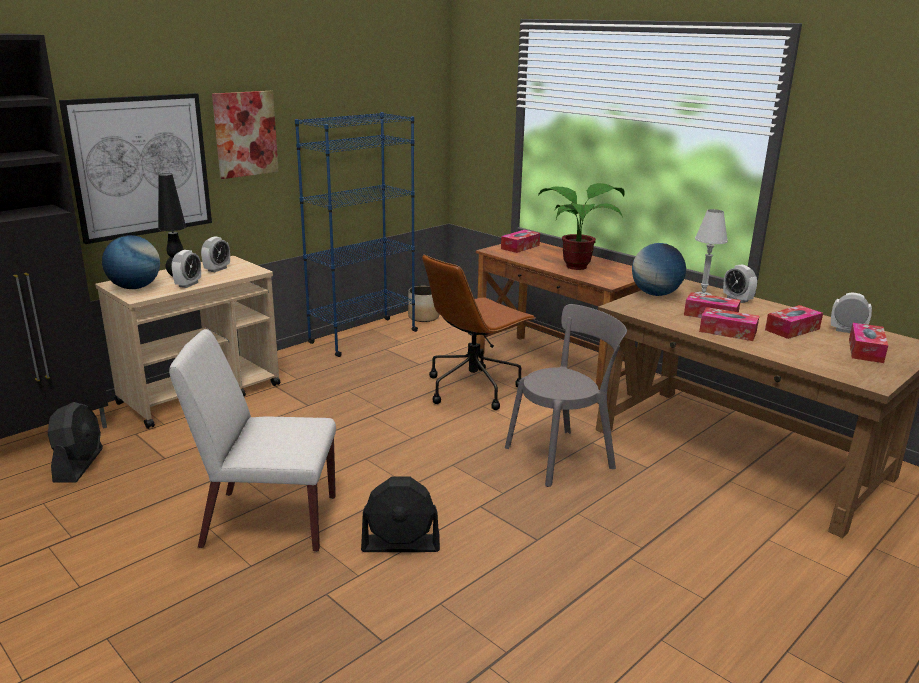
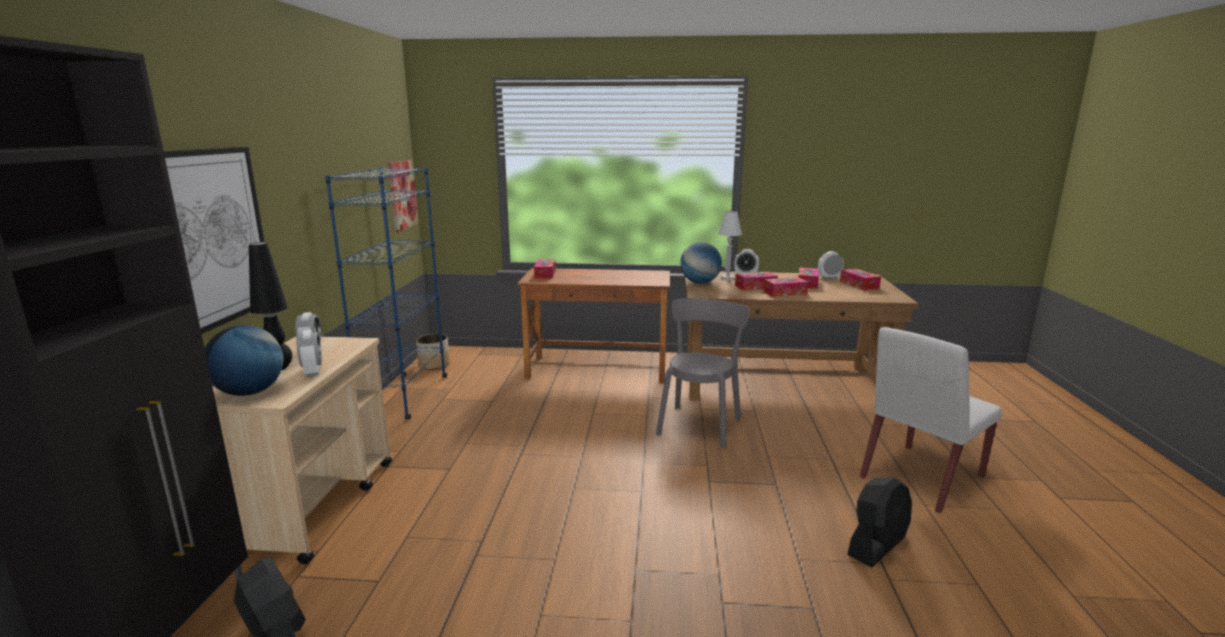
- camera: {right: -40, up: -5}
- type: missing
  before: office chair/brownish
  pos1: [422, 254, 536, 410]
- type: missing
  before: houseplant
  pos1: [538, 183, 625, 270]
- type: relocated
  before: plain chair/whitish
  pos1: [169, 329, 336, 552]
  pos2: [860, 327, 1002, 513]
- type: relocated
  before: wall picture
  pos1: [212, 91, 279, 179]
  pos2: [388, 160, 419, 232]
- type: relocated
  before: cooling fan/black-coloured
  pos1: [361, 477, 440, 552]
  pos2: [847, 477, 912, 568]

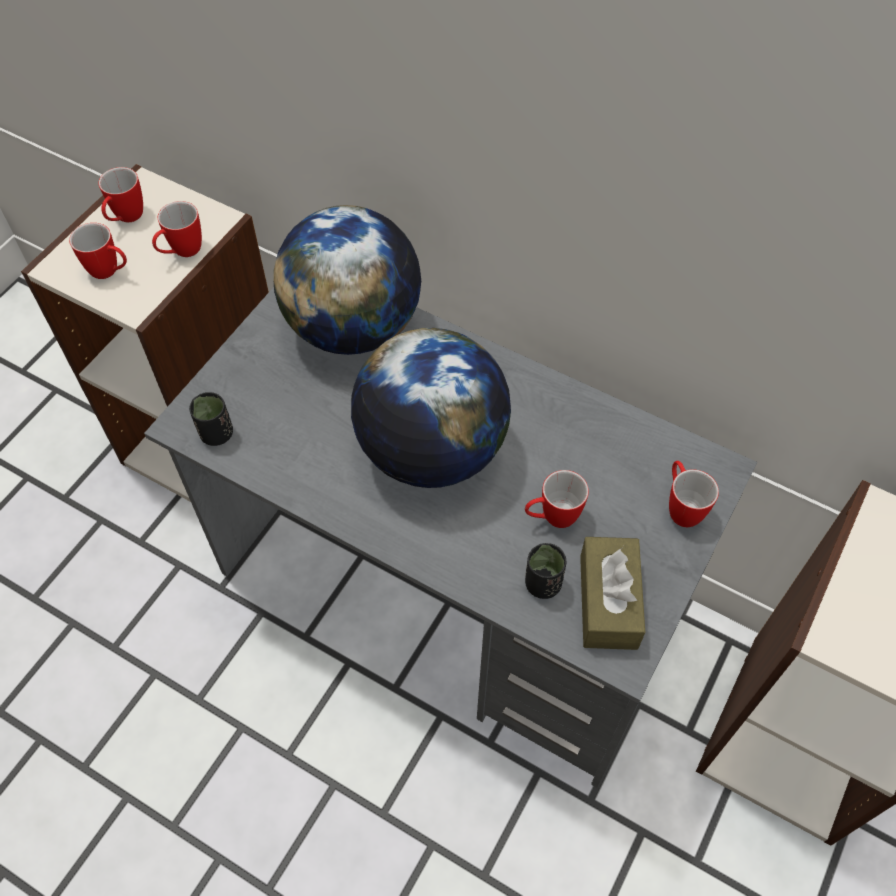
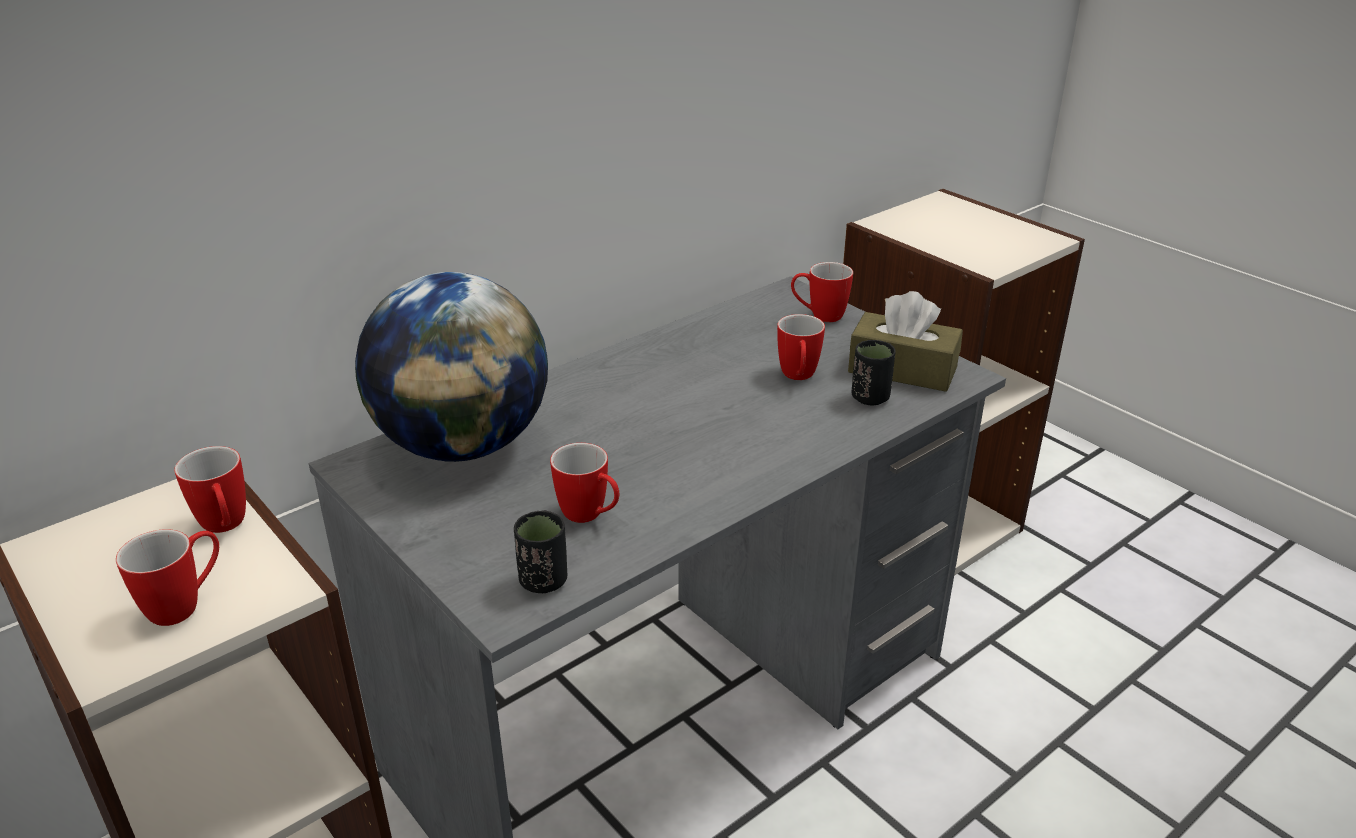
- camera: {right: -70, up: -25}
- type: missing
  before: world globe
  pos1: [351, 328, 511, 488]
- type: relocated
  before: tea mug
  pos1: [98, 167, 143, 222]
  pos2: [550, 443, 619, 523]

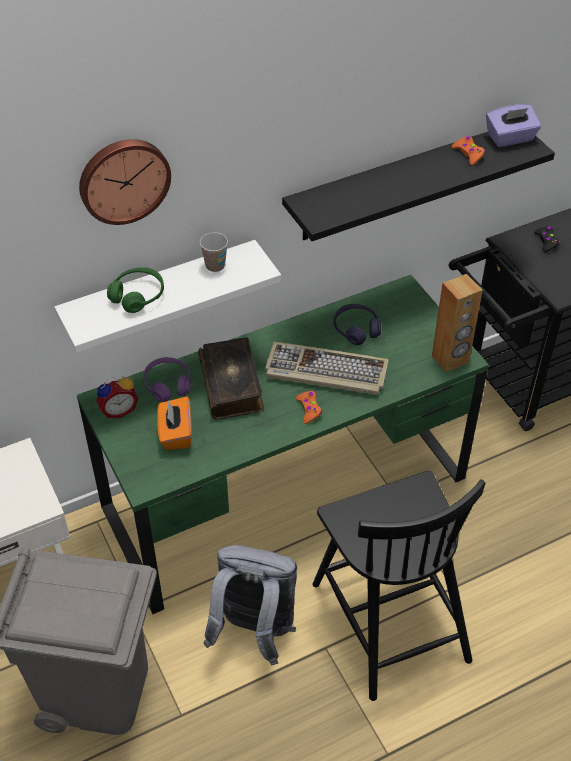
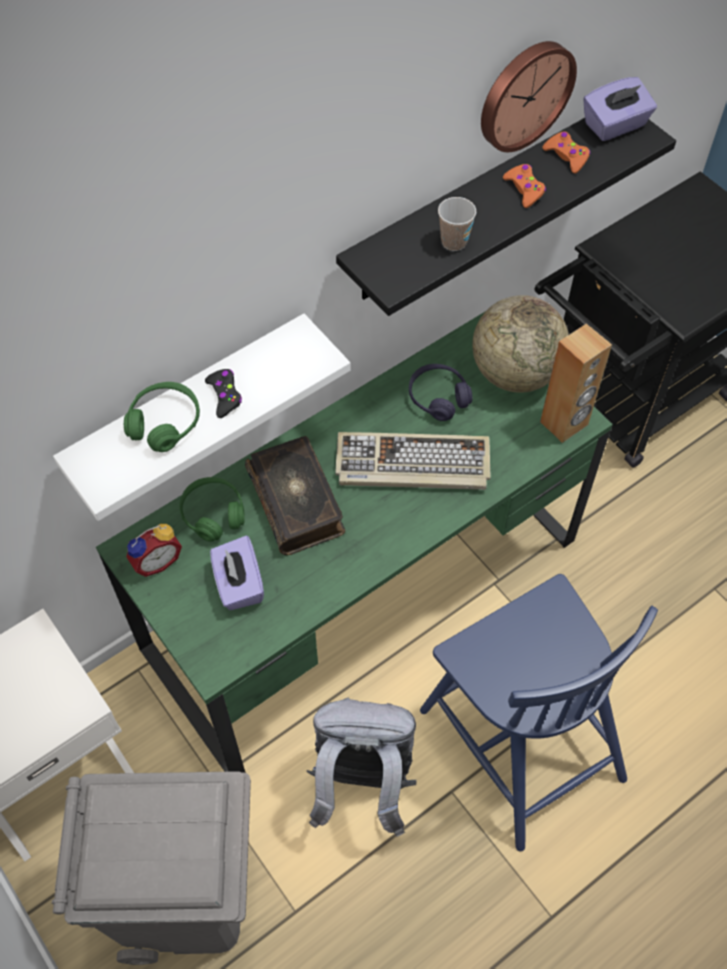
- camera: {right: -10, up: 10}
- type: appeared
  after: world globe
  pos2: [472, 295, 569, 393]
- type: relocated
  before: wall clock
  pos1: [79, 139, 171, 225]
  pos2: [481, 41, 577, 152]
- type: relocated
  before: cup
  pos1: [200, 232, 228, 272]
  pos2: [438, 197, 476, 251]
- type: relocated
  before: game controller/orange
  pos1: [296, 391, 322, 424]
  pos2: [503, 164, 546, 208]
- type: relocated
  before: game controller/black-coloured
  pos1: [534, 226, 560, 252]
  pos2: [205, 369, 242, 418]
- type: colour
  before: headset/purple
  after: headset/greenish
  pos1: [143, 357, 191, 402]
  pos2: [179, 477, 245, 542]
- type: colour
  before: box of tissues/orange
  after: box of tissues/purple
  pos1: [157, 397, 192, 450]
  pos2: [210, 536, 264, 610]
- type: colour
  before: plain chair/black-coloured
  after: plain chair/blue
  pos1: [312, 471, 485, 701]
  pos2: [420, 574, 658, 851]

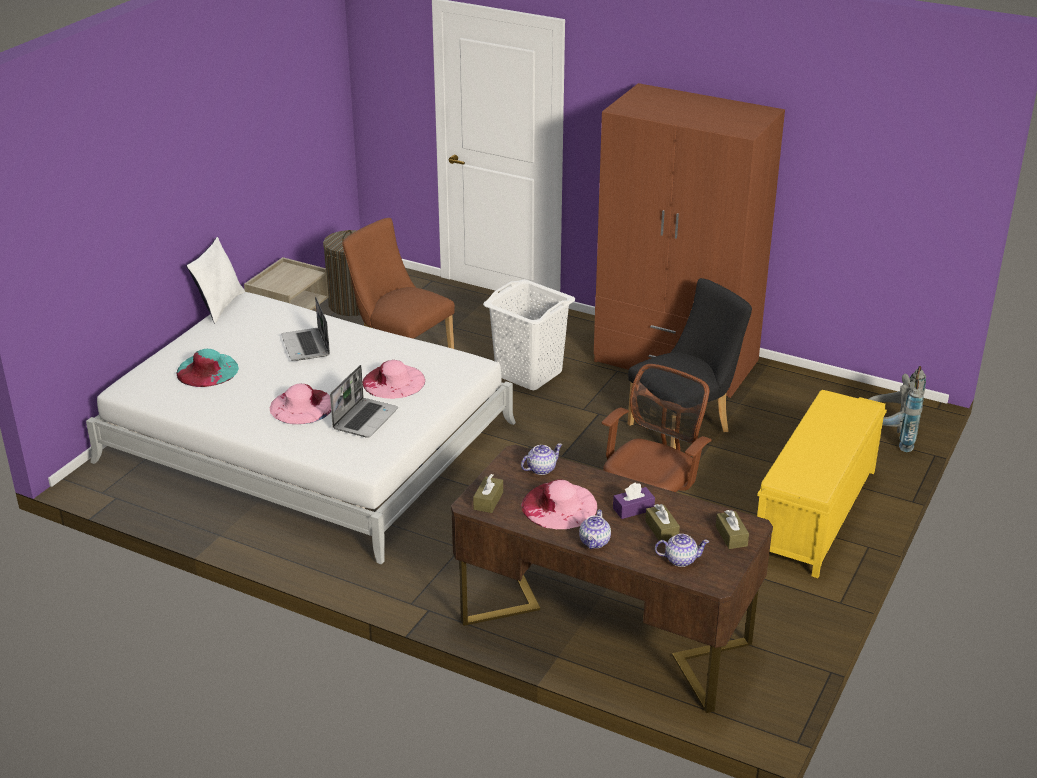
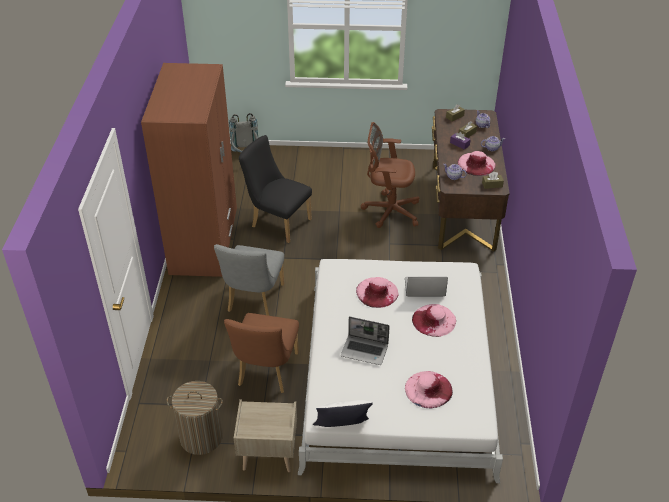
- camera: {right: -115, up: 10}
- type: missing
  before: indoor bench/yellow-coloured
  pos1: [757, 390, 887, 578]
- type: exchanged
  before: laundry basket/whitish
  after: plain chair/grey
  pos1: [483, 279, 575, 391]
  pos2: [214, 244, 284, 316]
- type: colour
  before: clothing hat/turquoise
  after: clothing hat/pinkish
  pos1: [176, 349, 239, 387]
  pos2: [405, 371, 453, 409]
- type: spun
  before: portable computer
  pos1: [281, 296, 330, 361]
  pos2: [341, 317, 390, 365]
  turn: 60

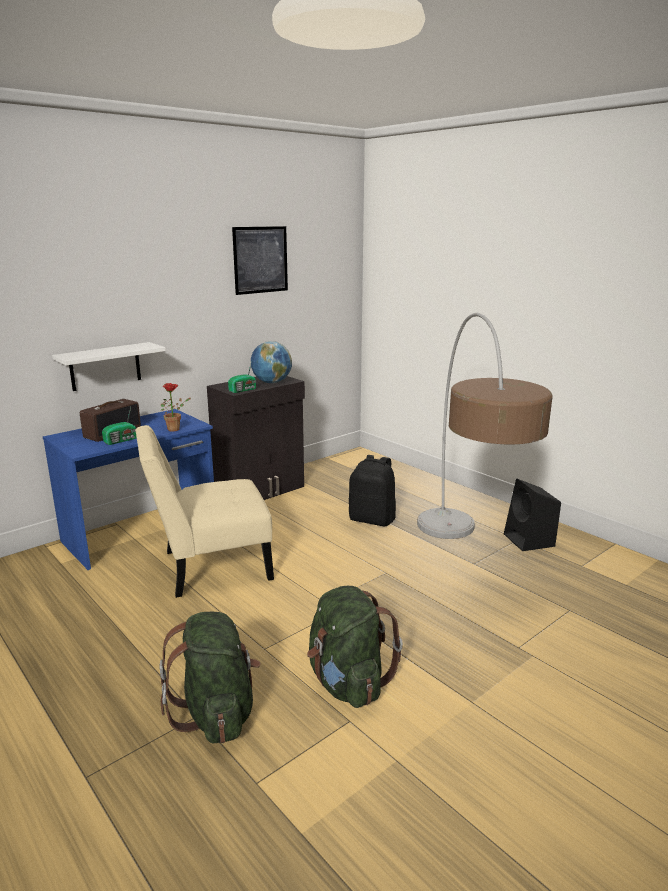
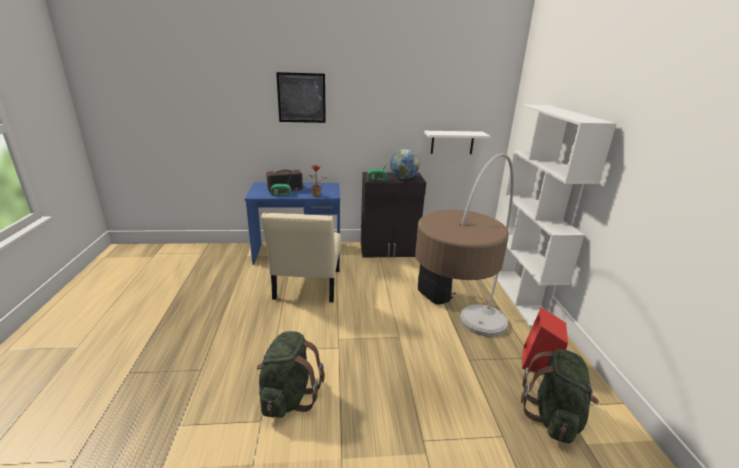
- camera: {right: 35, up: 5}
- type: appeared
  after: shelving unit/whitish
  pos2: [494, 105, 616, 327]
- type: relocated
  before: wall shelf/whitish
  pos1: [52, 342, 166, 391]
  pos2: [424, 131, 490, 154]
- type: relocated
  before: rucksack/greenish
  pos1: [159, 612, 261, 744]
  pos2: [521, 349, 599, 443]
- type: relocated
  before: wall picture
  pos1: [232, 226, 288, 295]
  pos2: [276, 72, 326, 123]
- type: colour
  before: loudspeaker/black-coloured
  after: loudspeaker/red
  pos1: [504, 479, 561, 551]
  pos2: [522, 307, 568, 375]
- type: spun
  before: plain chair/beige-coloured
  pos1: [136, 425, 274, 598]
  pos2: [261, 213, 341, 302]
  turn: -105

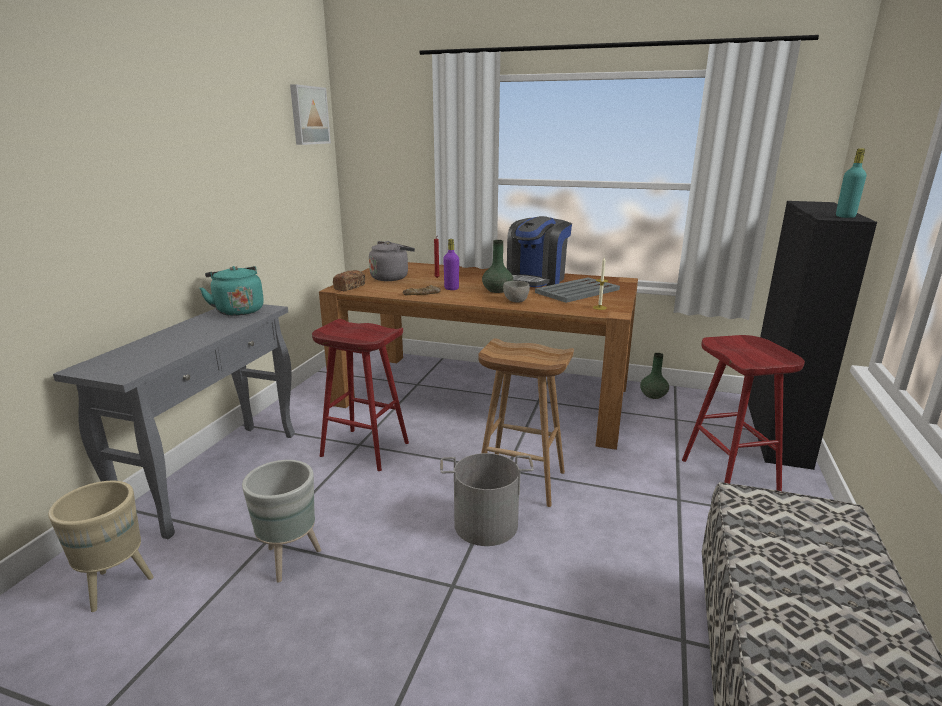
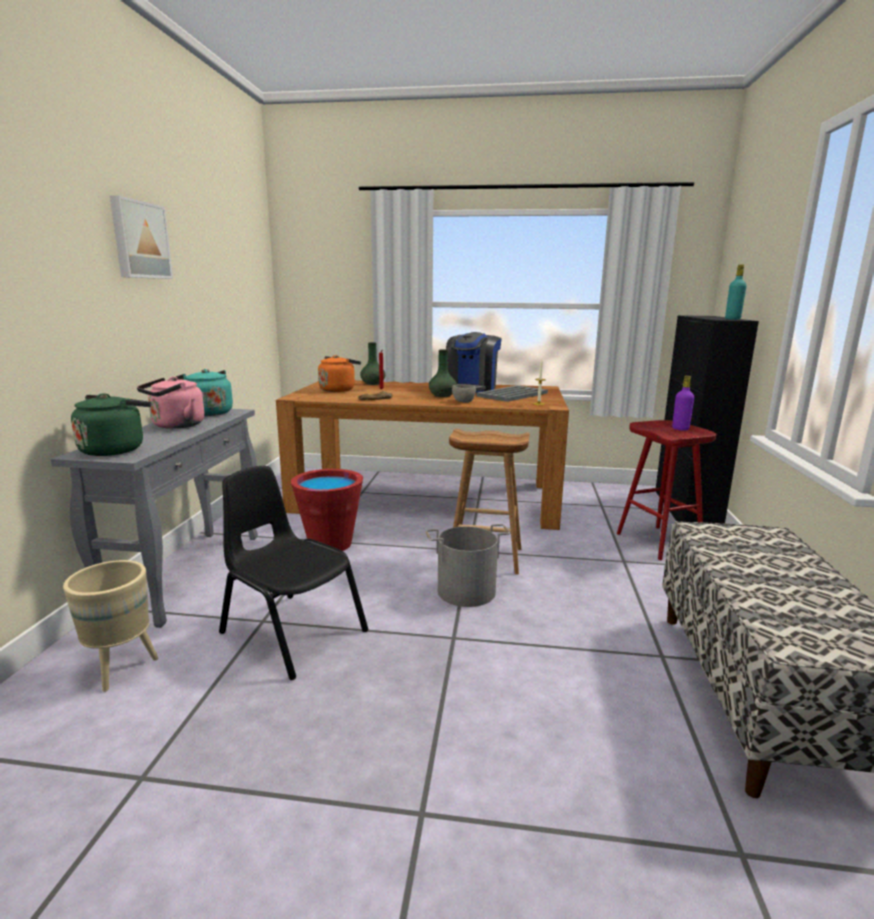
- camera: {right: -10, up: -5}
- type: missing
  before: baked bread
  pos1: [333, 270, 365, 291]
- type: appeared
  after: kettle/greenish
  pos2: [71, 393, 152, 456]
- type: appeared
  after: kettle/pinkish
  pos2: [137, 377, 205, 429]
- type: relocated
  before: wall picture
  pos1: [290, 84, 331, 145]
  pos2: [110, 195, 173, 279]
- type: relocated
  before: drink bottle/purple
  pos1: [443, 239, 459, 290]
  pos2: [672, 376, 695, 430]
- type: relocated
  before: flower vase/greenish
  pos1: [640, 353, 669, 399]
  pos2: [360, 342, 385, 385]
- type: exchanged
  before: plant pot/grey
  after: plain chair/black-coloured
  pos1: [242, 460, 321, 583]
  pos2: [219, 466, 368, 680]
- type: exchanged
  before: stool/red
  after: water bucket/red
  pos1: [312, 319, 409, 471]
  pos2: [291, 469, 363, 551]
- type: colour
  before: kettle/grey
  after: kettle/orange
  pos1: [369, 241, 415, 281]
  pos2: [318, 355, 361, 392]

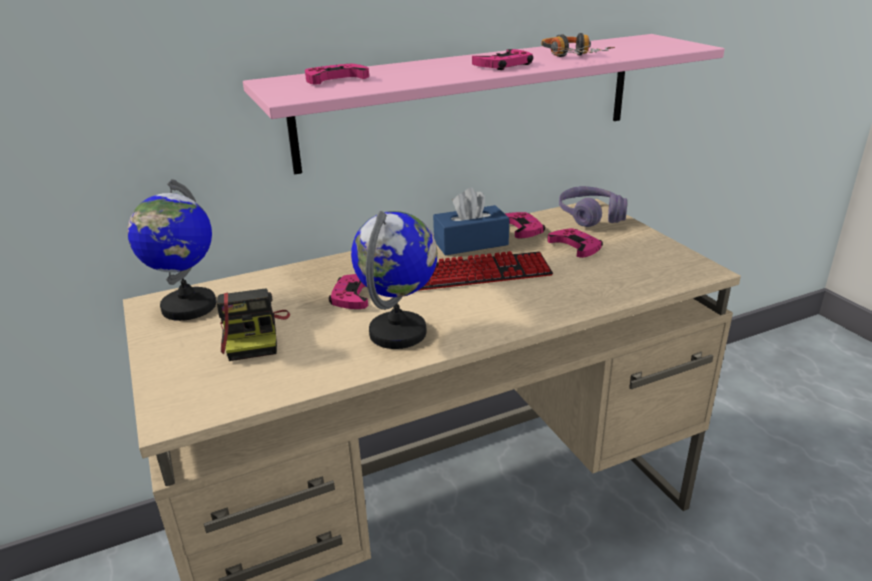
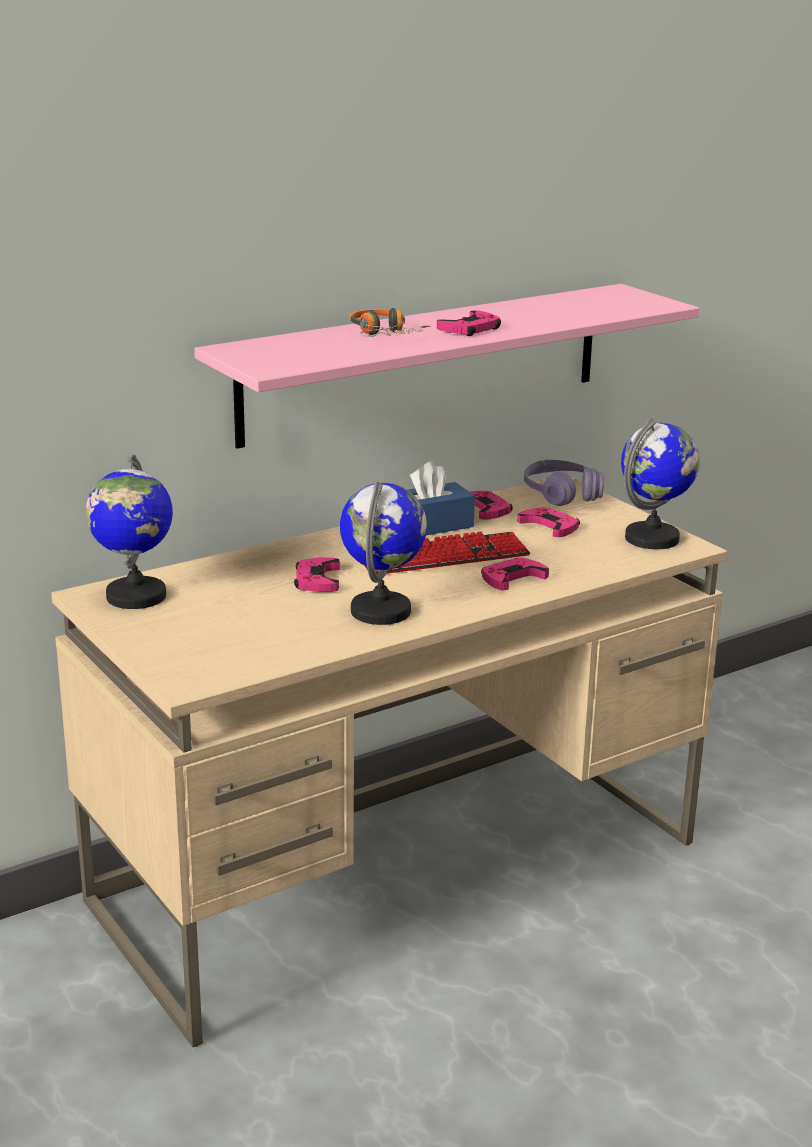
- camera: {right: -10, up: -5}
- type: missing
  before: photo camera
  pos1: [217, 289, 290, 361]
- type: appeared
  after: world globe
  pos2: [621, 418, 700, 549]
- type: relocated
  before: game controller/pinkish
  pos1: [305, 63, 369, 84]
  pos2: [481, 557, 549, 590]
- type: relocated
  before: headset
  pos1: [541, 33, 615, 57]
  pos2: [350, 308, 431, 337]

